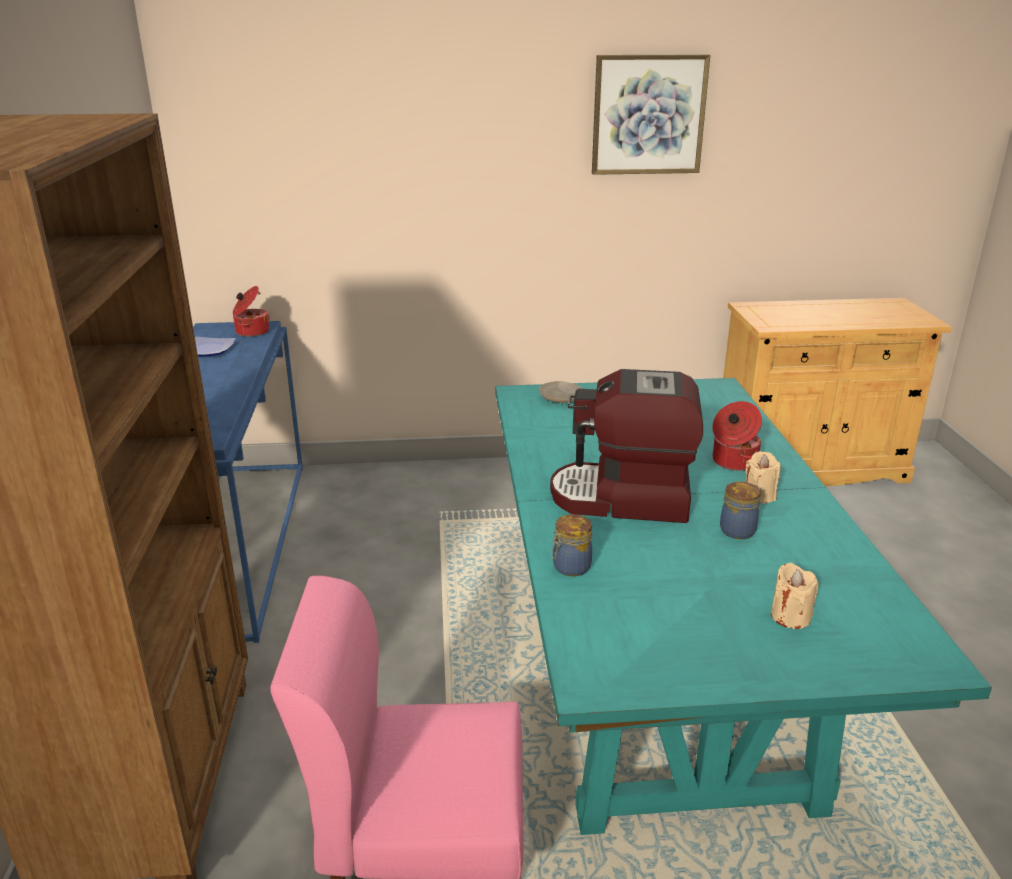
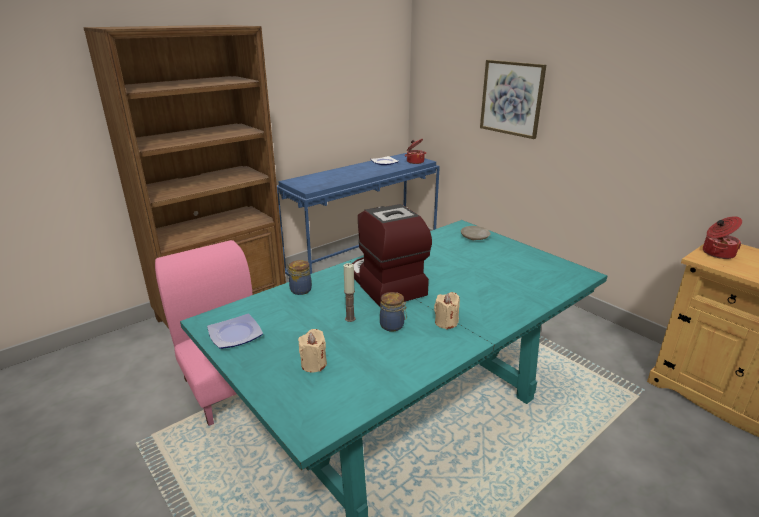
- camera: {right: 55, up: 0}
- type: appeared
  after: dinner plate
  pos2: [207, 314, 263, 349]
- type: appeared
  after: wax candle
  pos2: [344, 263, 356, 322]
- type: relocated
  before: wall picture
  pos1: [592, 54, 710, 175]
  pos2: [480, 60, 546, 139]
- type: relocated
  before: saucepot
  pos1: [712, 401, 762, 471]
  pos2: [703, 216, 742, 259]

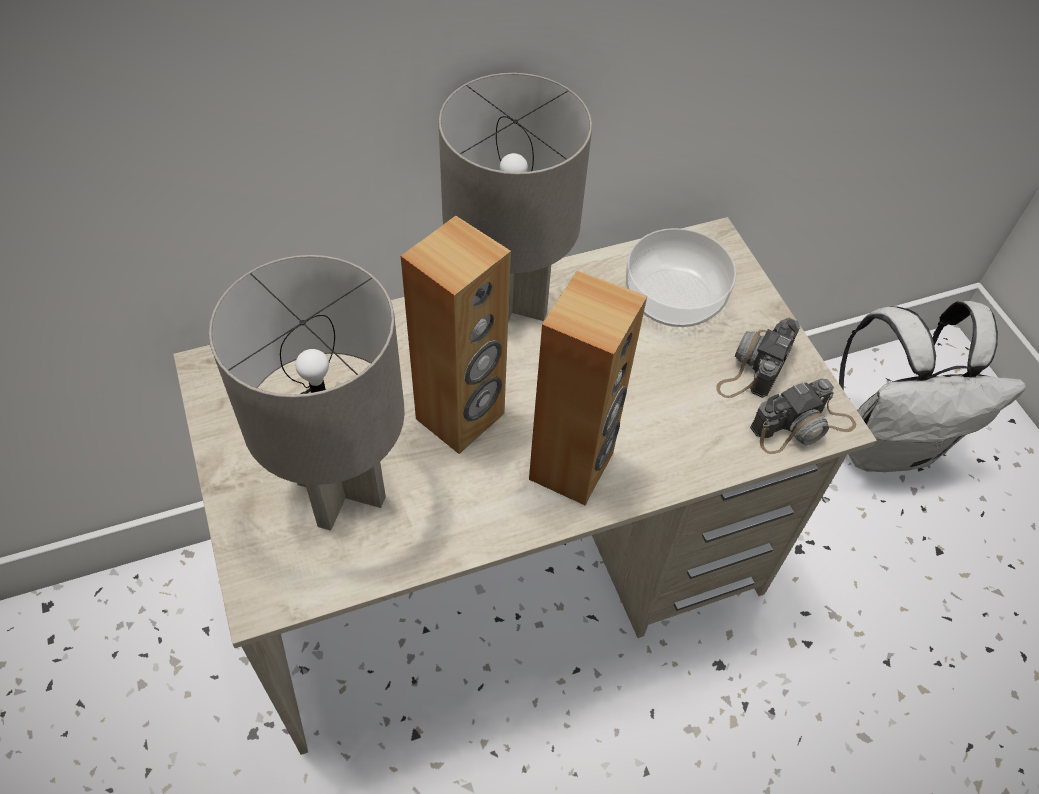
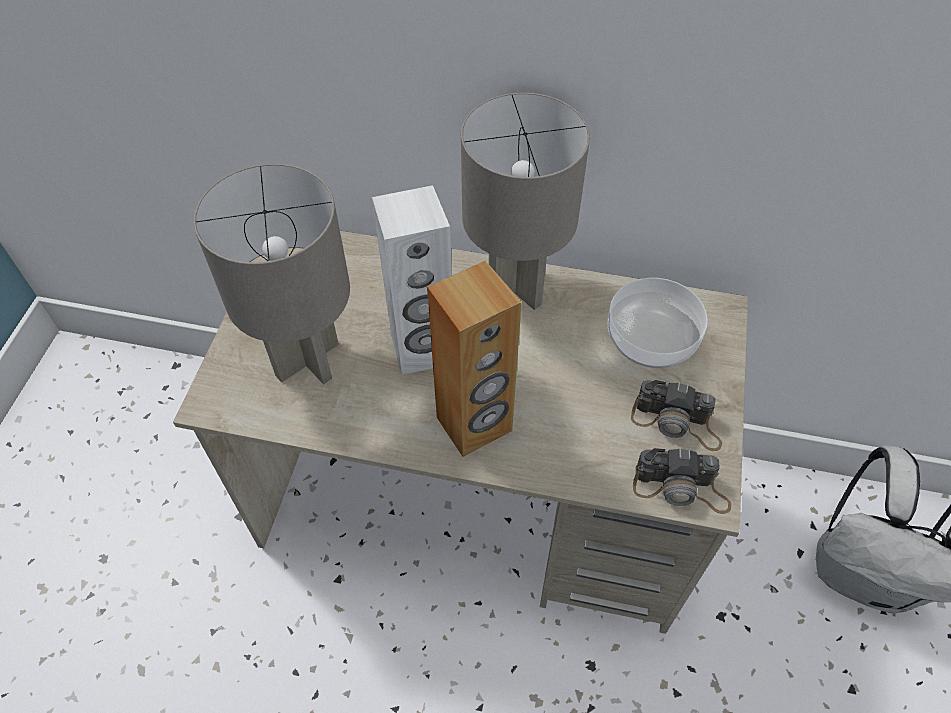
- camera: {right: 35, up: 0}
- type: colour
  before: loudspeaker/brownish
  after: loudspeaker/whitish
  pos1: [401, 216, 511, 454]
  pos2: [372, 185, 452, 375]
- type: spun
  before: photo camera
  pos1: [716, 318, 800, 398]
  pos2: [631, 380, 722, 451]
  turn: -135

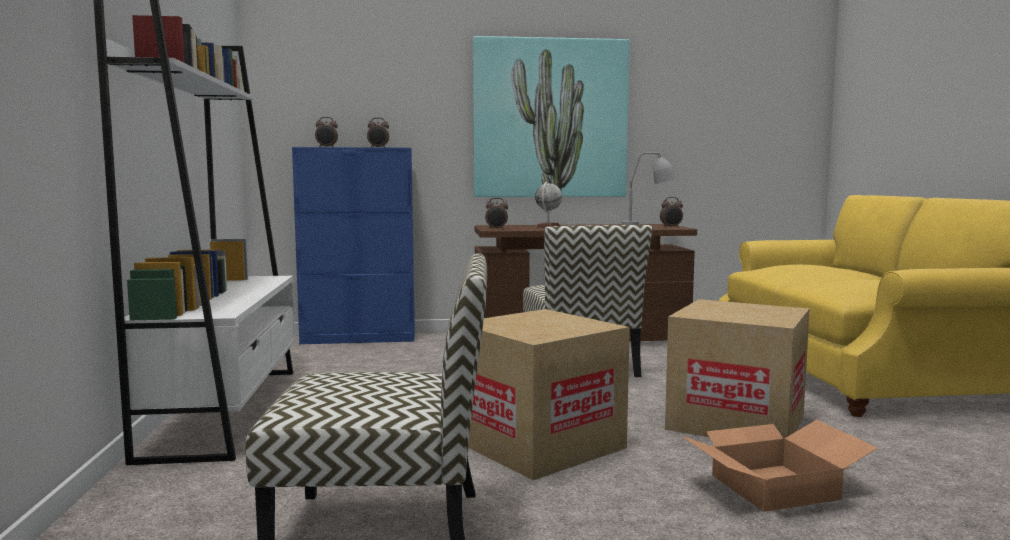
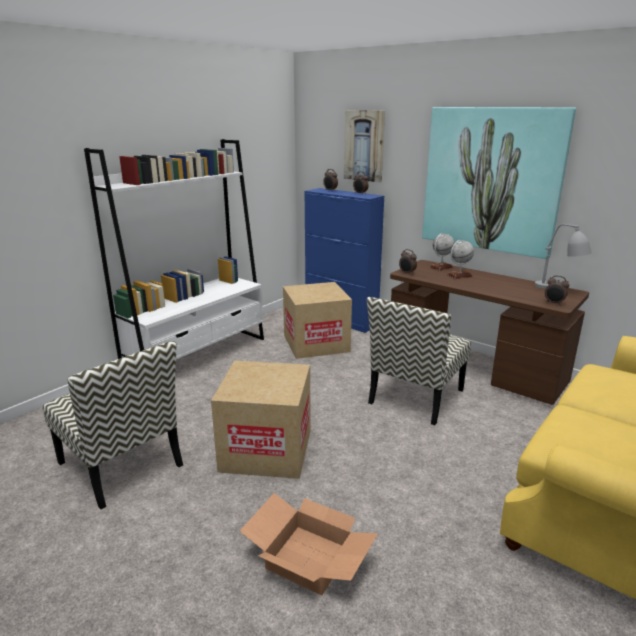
- camera: {right: 45, up: 15}
- type: appeared
  after: wall picture
  pos2: [344, 110, 385, 182]
- type: appeared
  after: world globe
  pos2: [430, 233, 455, 271]
- type: relocated
  before: cardboard box
  pos1: [665, 299, 810, 438]
  pos2: [283, 282, 352, 359]

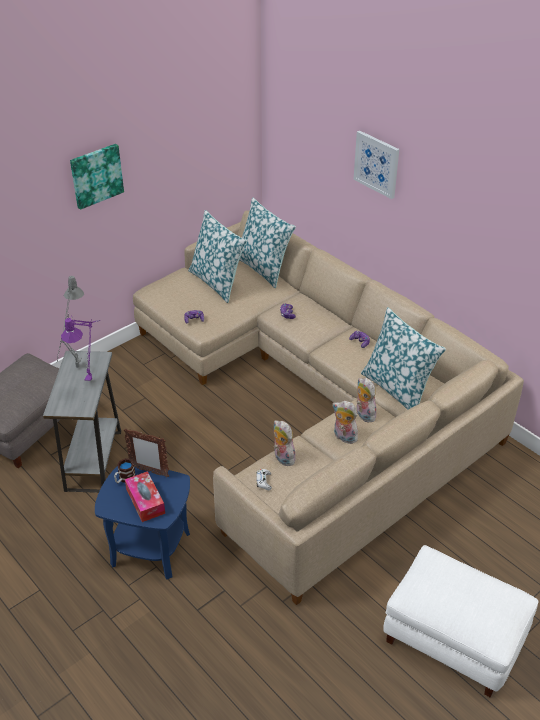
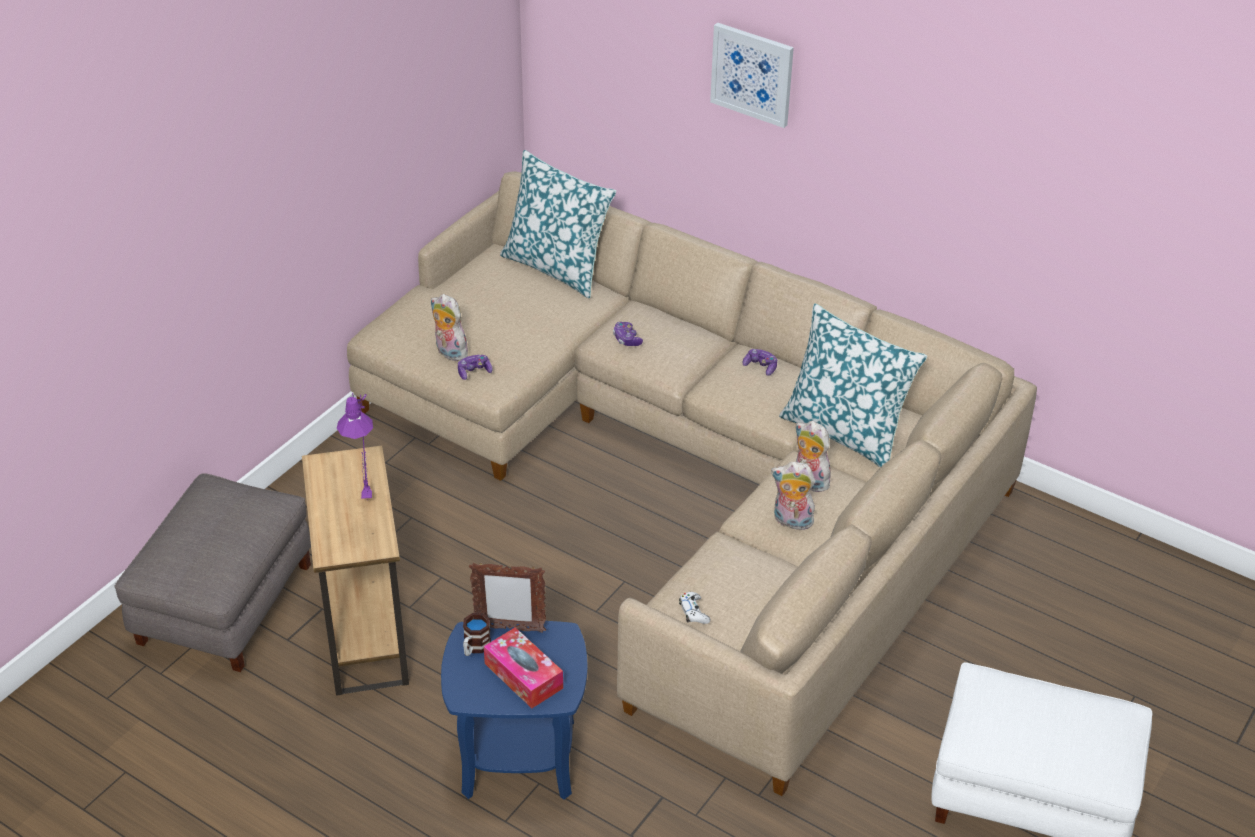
- camera: {right: -15, up: 0}
- type: missing
  before: lamp for a table/grey
  pos1: [56, 276, 84, 368]
- type: missing
  before: wall picture
  pos1: [70, 144, 124, 210]
- type: missing
  before: cushion
  pos1: [188, 210, 247, 303]
- type: relocated
  before: cuddly toy
  pos1: [274, 420, 298, 466]
  pos2: [431, 294, 469, 361]
- type: colour
  before: accent table/grey
  after: accent table/brownish
  pos1: [43, 351, 121, 493]
  pos2: [302, 446, 409, 696]

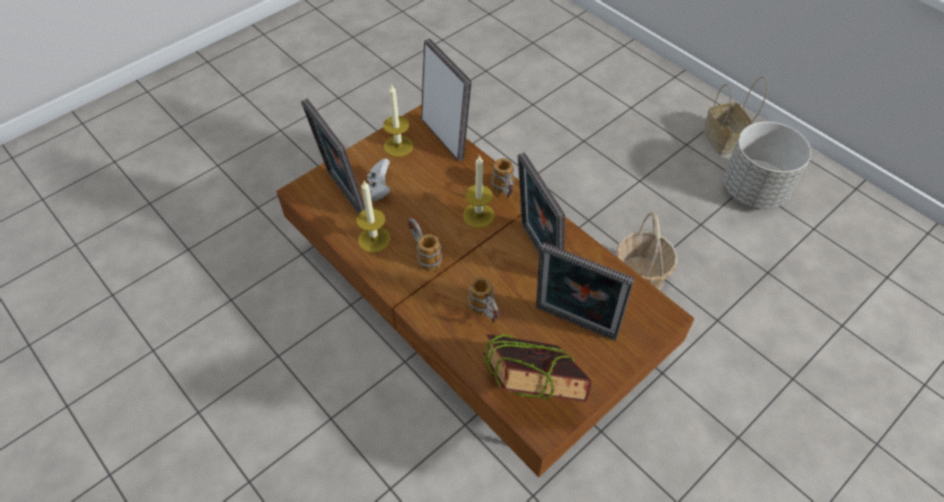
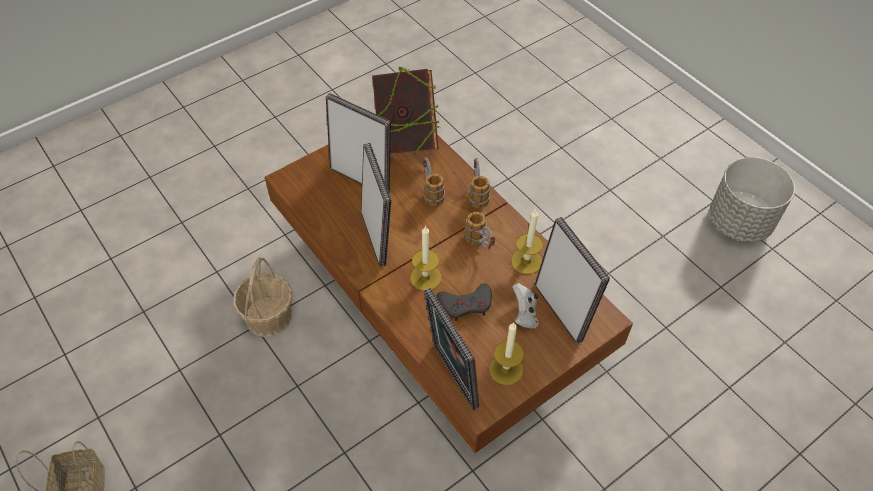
- camera: {right: -175, up: 0}
- type: appeared
  after: game controller/grey
  pos2: [436, 283, 492, 321]
- type: relocated
  before: tea mug
  pos1: [491, 158, 514, 199]
  pos2: [468, 158, 490, 208]
- type: relocated
  before: plant pot/grey
  pos1: [723, 122, 811, 209]
  pos2: [710, 157, 795, 242]

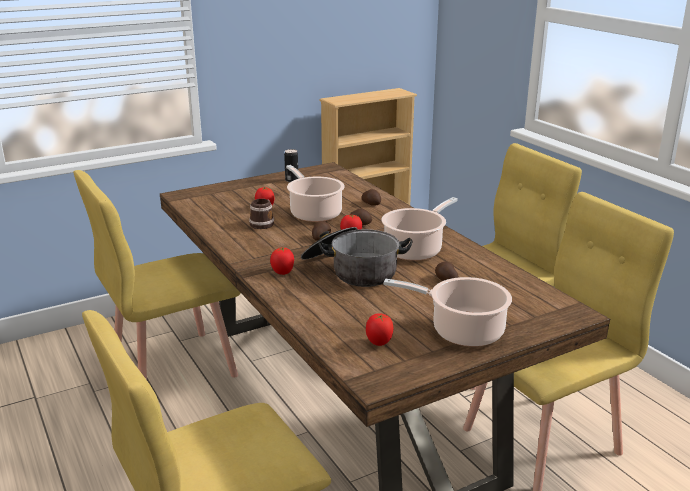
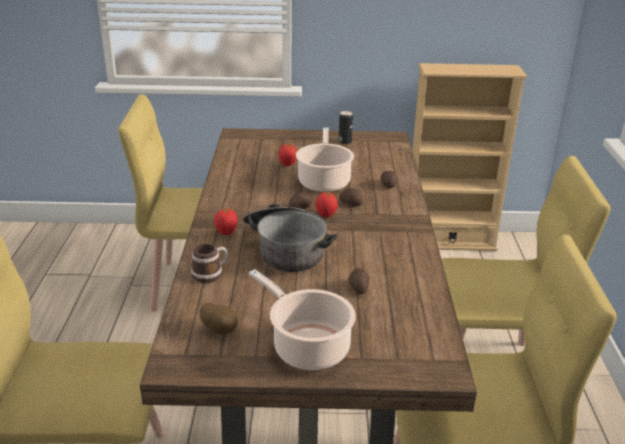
- camera: {right: 30, up: 5}
- type: missing
  before: saucepot
  pos1: [382, 197, 458, 261]
- type: relocated
  before: tea mug
  pos1: [249, 199, 274, 229]
  pos2: [191, 244, 228, 283]
- type: exchanged
  before: fresh tomato
  after: spud
  pos1: [366, 313, 393, 346]
  pos2: [200, 303, 238, 335]

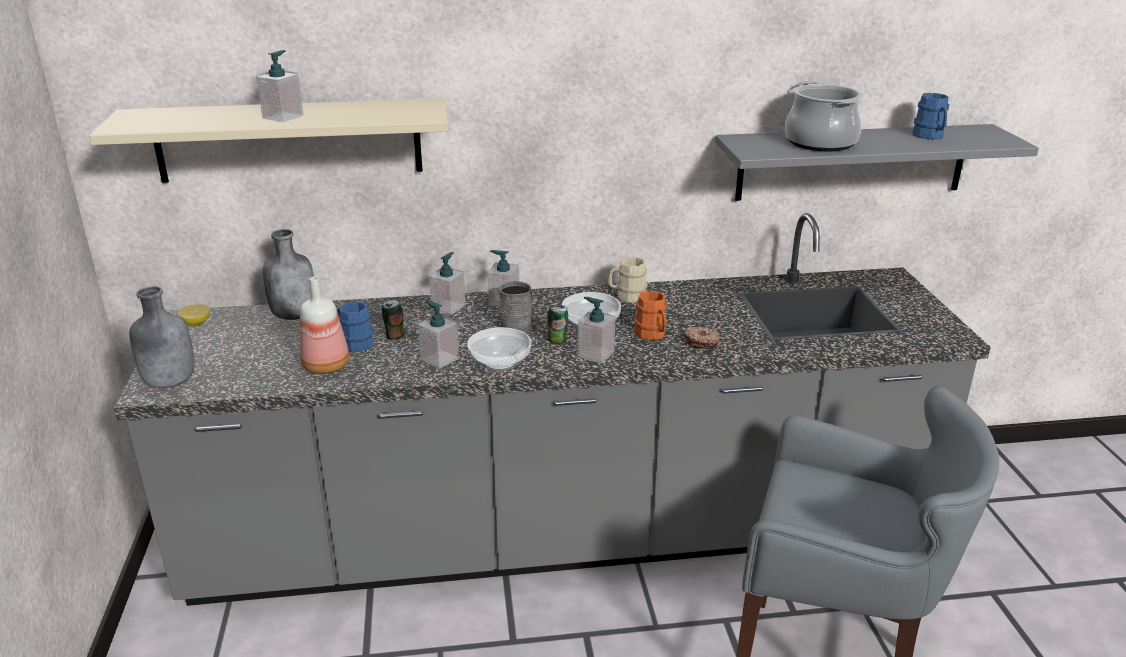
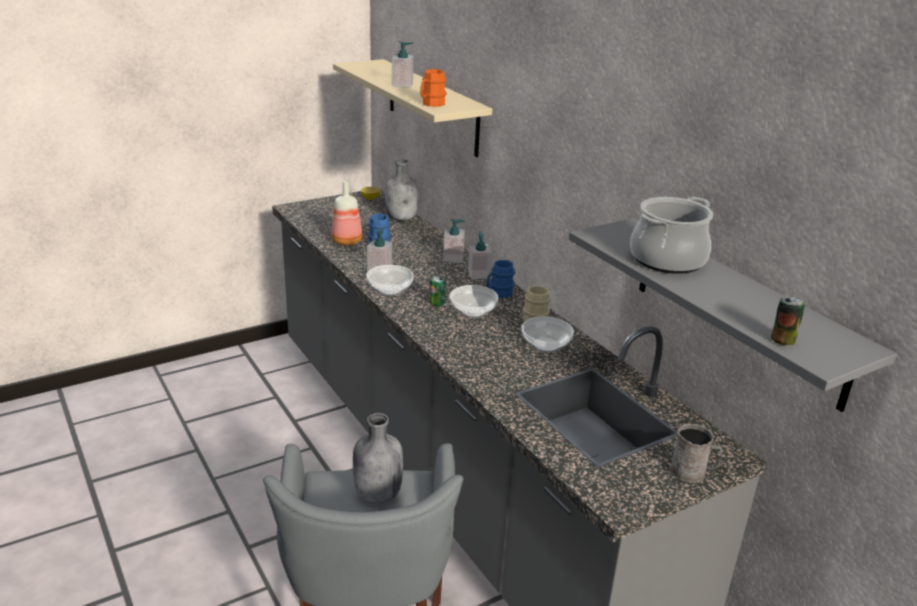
- camera: {right: 65, up: 0}
- type: missing
  before: soap dispenser
  pos1: [578, 297, 615, 363]
- type: missing
  before: doughnut
  pos1: [684, 327, 720, 348]
- type: appeared
  after: deep dish
  pos2: [522, 316, 574, 353]
- type: relocated
  before: drink bottle/grey
  pos1: [129, 286, 194, 388]
  pos2: [353, 413, 403, 503]
- type: relocated
  before: sealed can
  pos1: [382, 300, 405, 340]
  pos2: [771, 297, 805, 345]
- type: relocated
  before: tea mug/grey
  pos1: [499, 281, 533, 332]
  pos2: [670, 424, 722, 483]
- type: relocated
  before: tea mug/orange
  pos1: [634, 291, 667, 340]
  pos2: [420, 69, 447, 107]
- type: relocated
  before: tea mug/blue
  pos1: [913, 93, 949, 140]
  pos2: [486, 260, 515, 298]

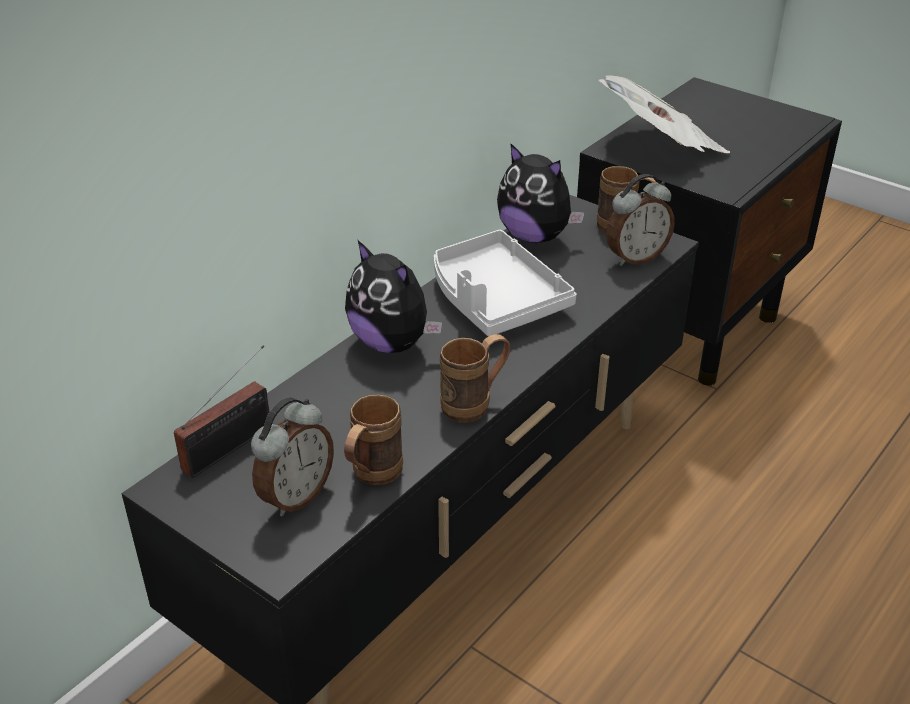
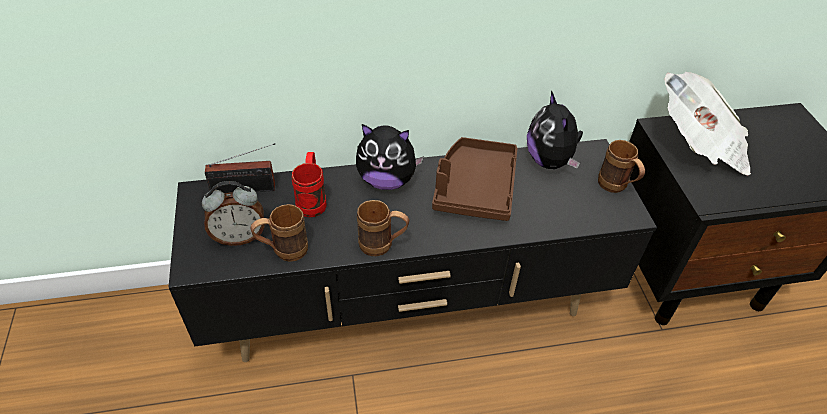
- camera: {right: 40, up: 10}
- type: missing
  before: alarm clock
  pos1: [606, 174, 675, 266]
- type: appeared
  after: tea mug/red
  pos2: [292, 152, 327, 217]
- type: colour
  before: serving tray/grey
  after: serving tray/brownish
  pos1: [434, 230, 577, 336]
  pos2: [432, 137, 518, 221]
- type: spun
  before: cuddly toy
  pos1: [345, 240, 442, 353]
  pos2: [356, 124, 424, 190]
  turn: -75

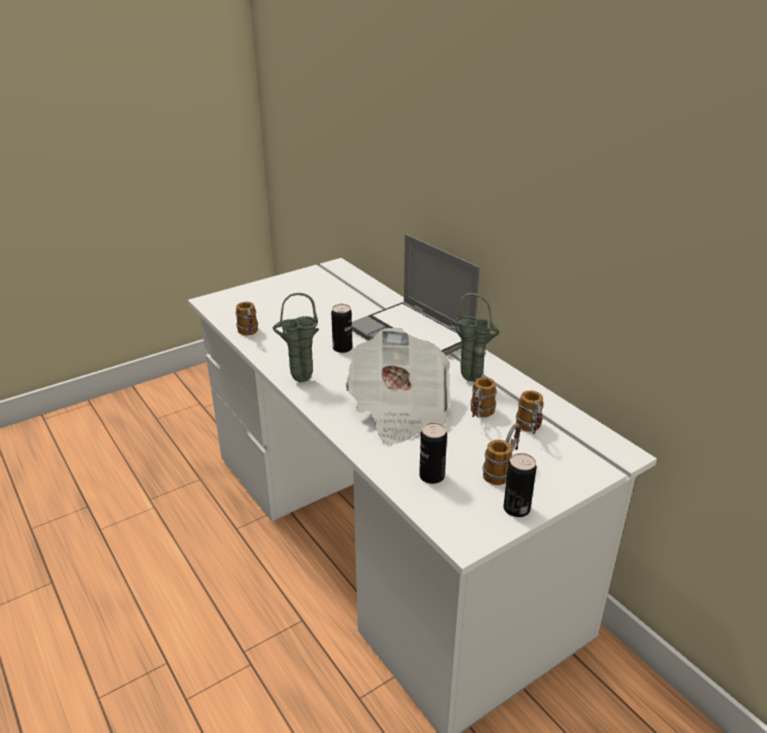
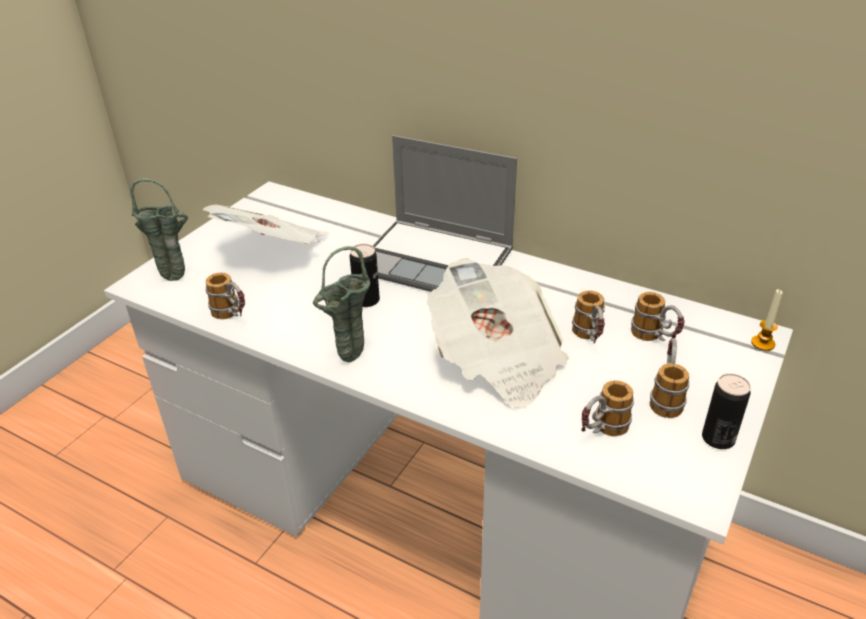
- camera: {right: -25, up: 5}
- type: appeared
  after: newspaper
  pos2: [203, 205, 329, 244]
- type: appeared
  after: wax candle
  pos2: [751, 289, 783, 351]
- type: relocated
  before: flower vase/greenish
  pos1: [455, 293, 499, 382]
  pos2: [130, 178, 188, 281]
- type: exchanged
  before: sealed can
  after: tea mug
  pos1: [419, 422, 447, 484]
  pos2: [581, 380, 634, 436]

